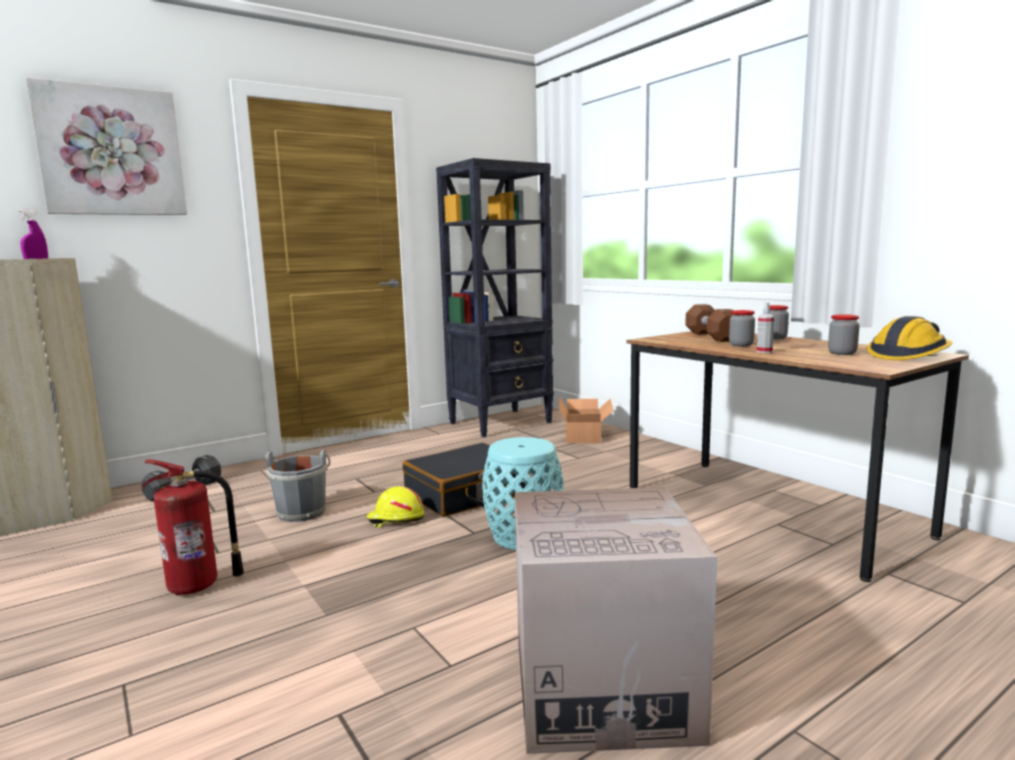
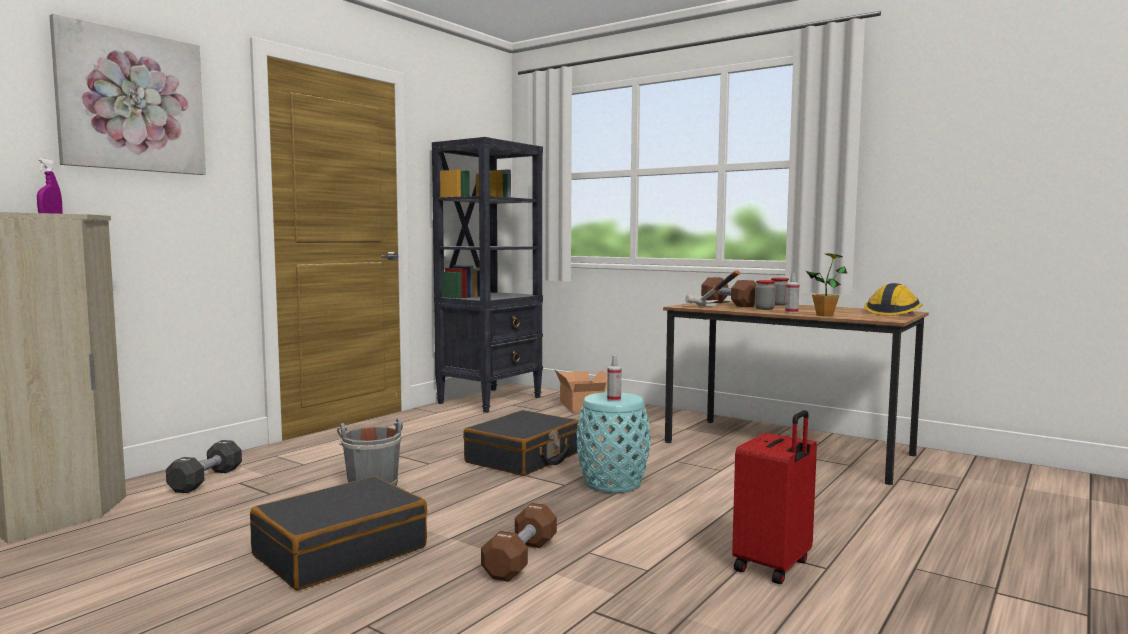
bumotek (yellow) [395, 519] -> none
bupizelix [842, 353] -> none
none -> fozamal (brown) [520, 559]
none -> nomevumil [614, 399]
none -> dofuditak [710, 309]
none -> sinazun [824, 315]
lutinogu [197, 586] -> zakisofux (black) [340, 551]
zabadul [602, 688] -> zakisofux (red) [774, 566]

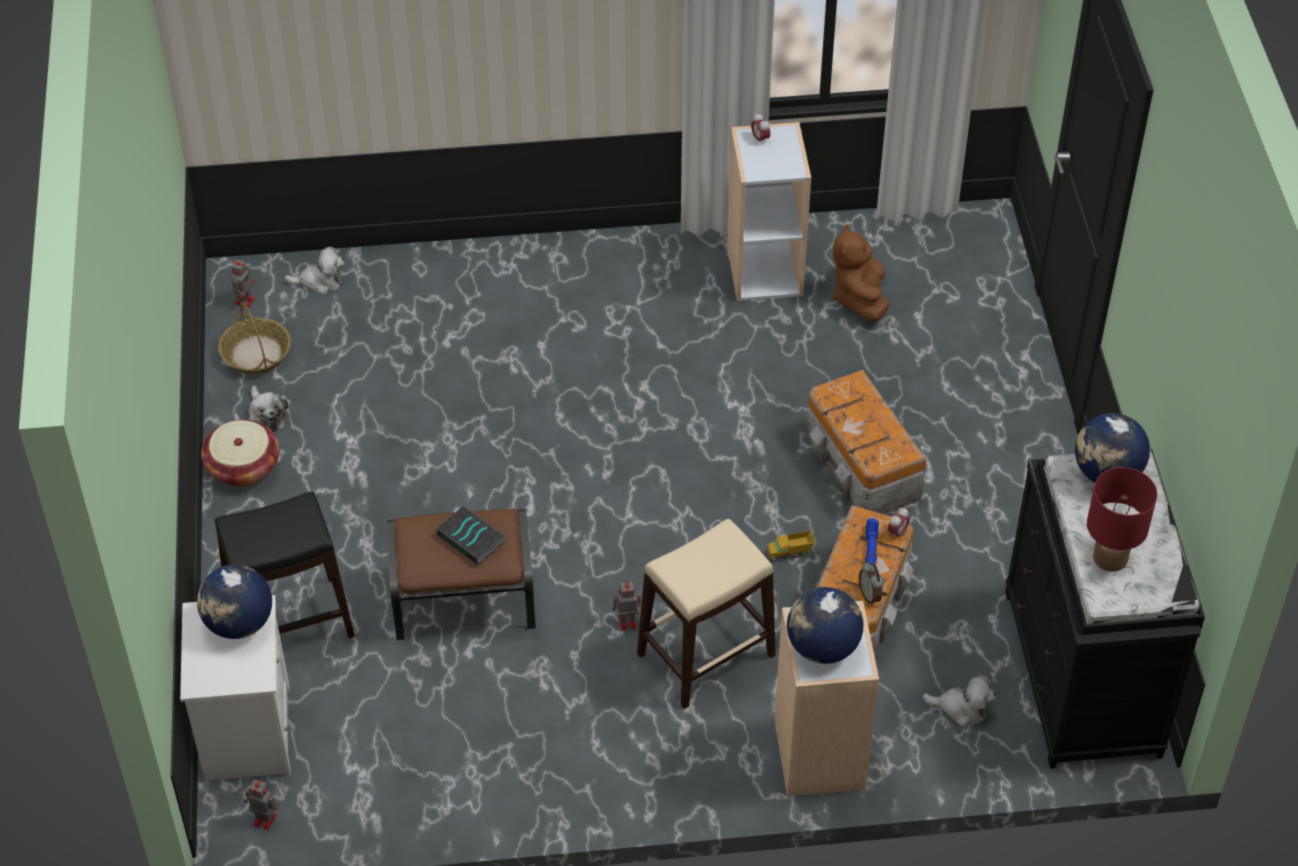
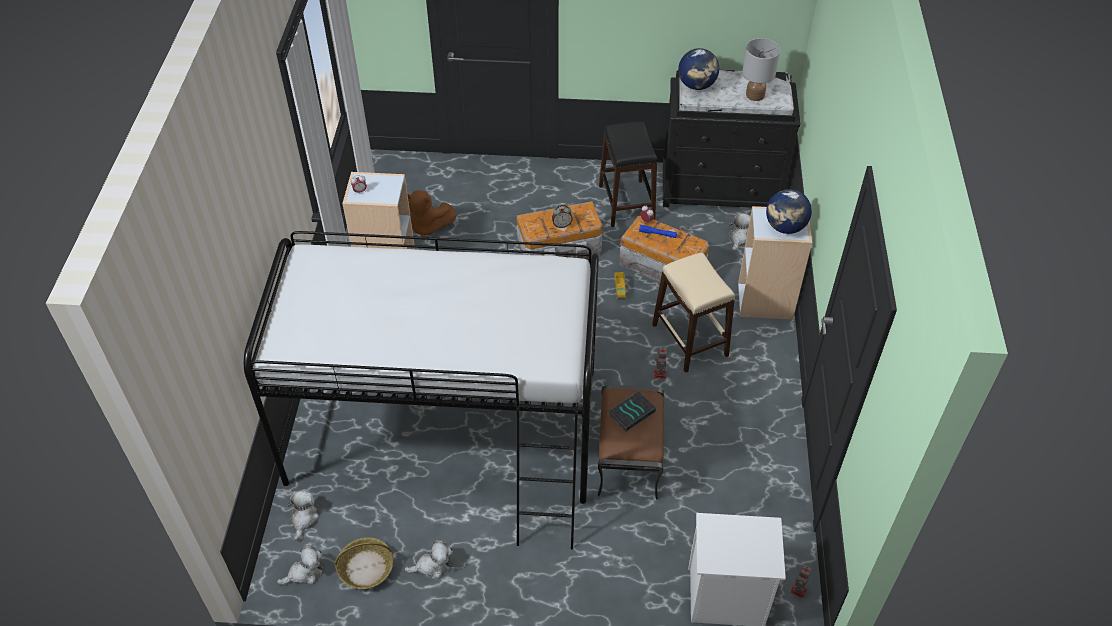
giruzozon [239, 624] -> none
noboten [243, 467] -> none
none -> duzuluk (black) [447, 430]
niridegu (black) [291, 622] -> niridegu (black) [627, 203], relocated
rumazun [870, 595] -> rumazun [562, 225], relocated
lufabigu [245, 300] -> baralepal [305, 572]
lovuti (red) [1109, 558] -> lovuti (grey) [755, 95]

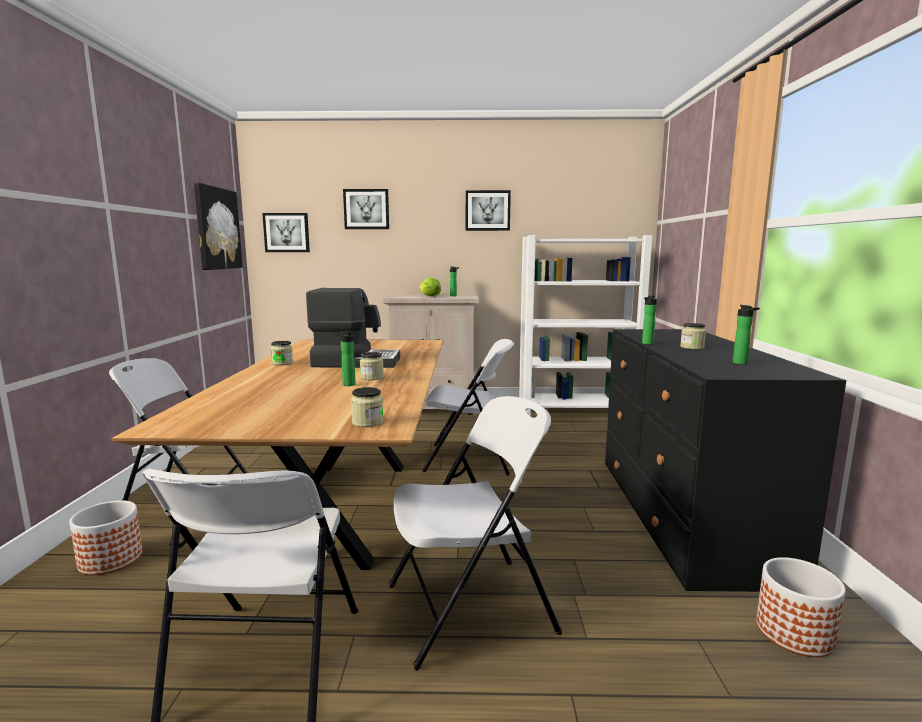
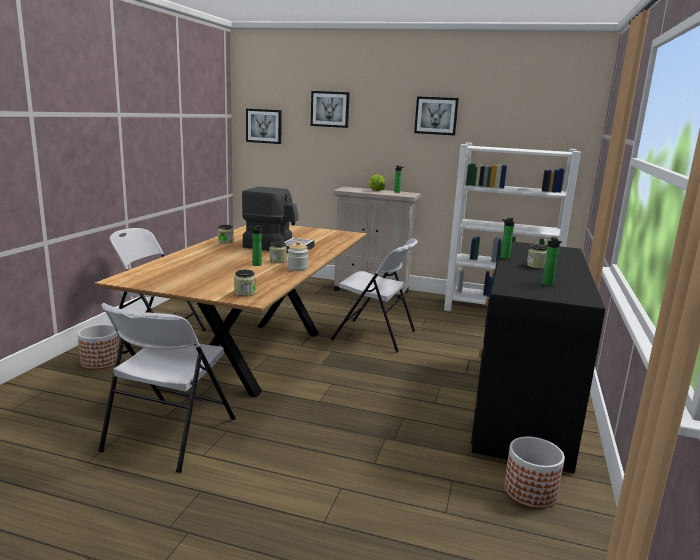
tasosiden [217, 228] -> none
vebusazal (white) [469, 608] -> none
none -> bupizelix [297, 268]

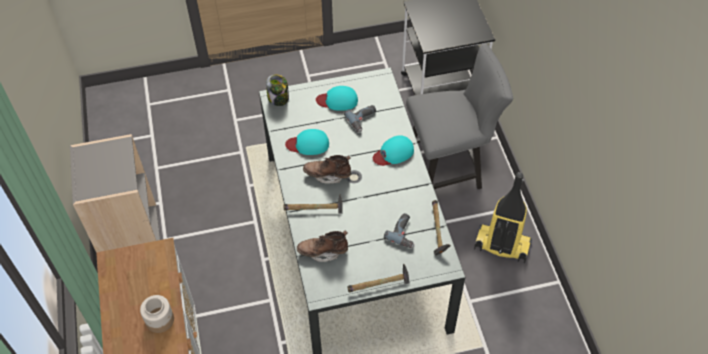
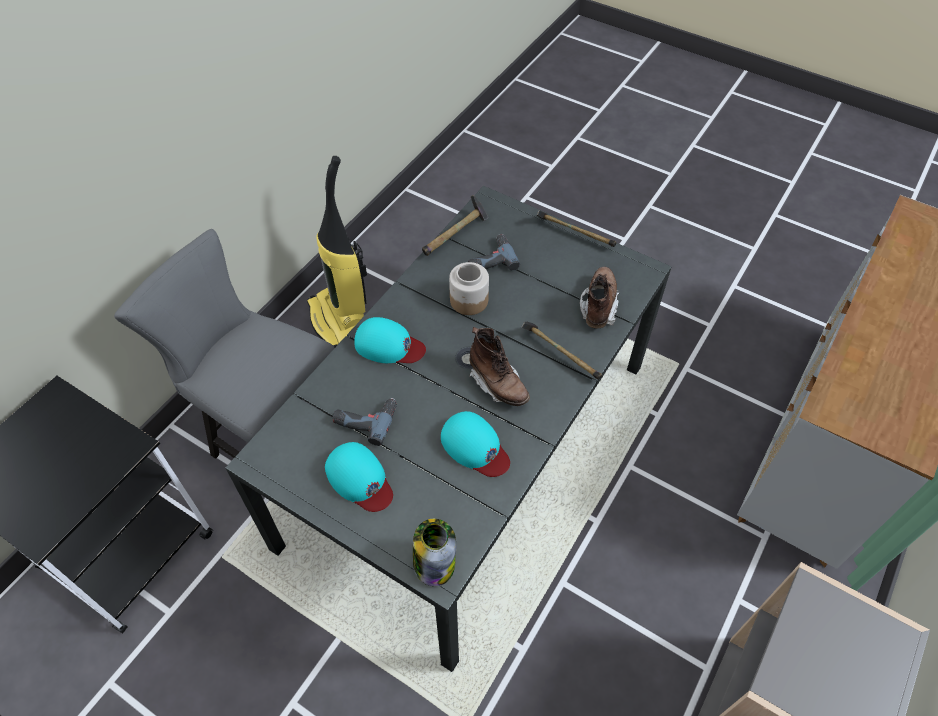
bupizelix [160, 320] -> bupizelix [468, 300], relocated
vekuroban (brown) [323, 252] -> vekuroban (brown) [598, 306], 120 degrees counterclockwise

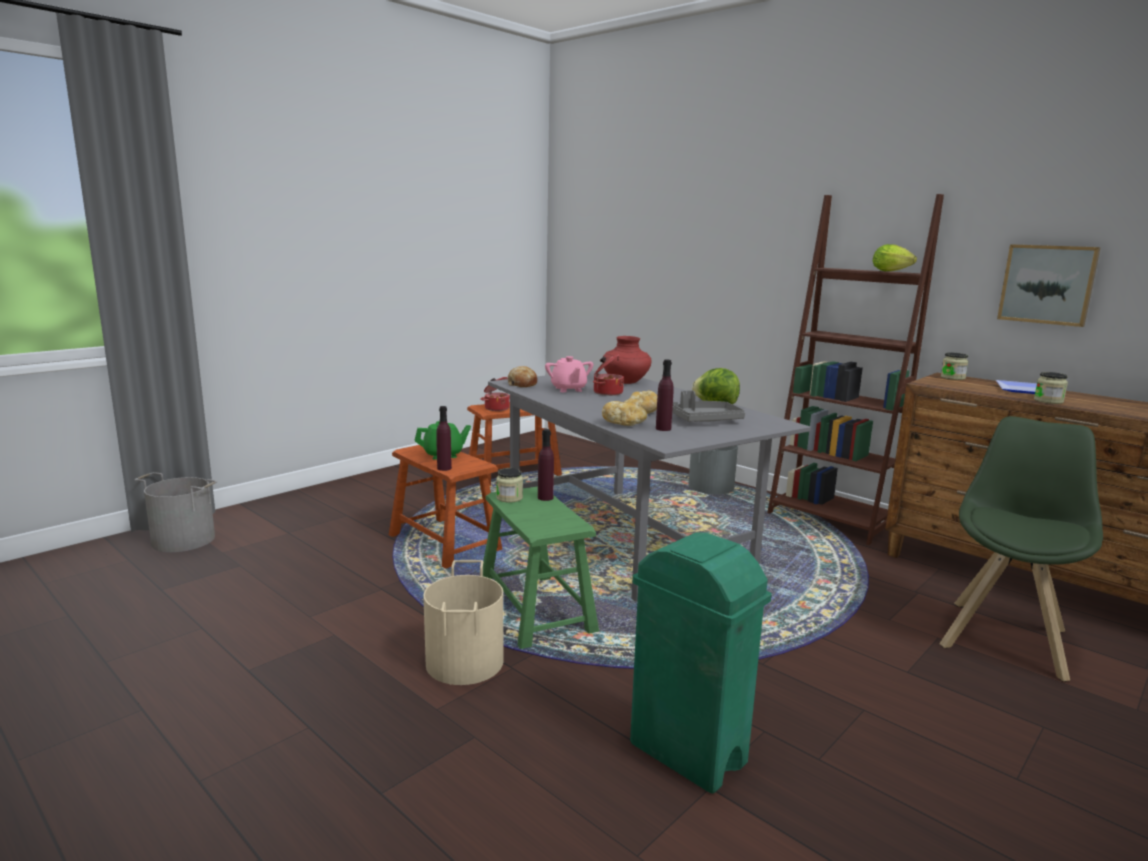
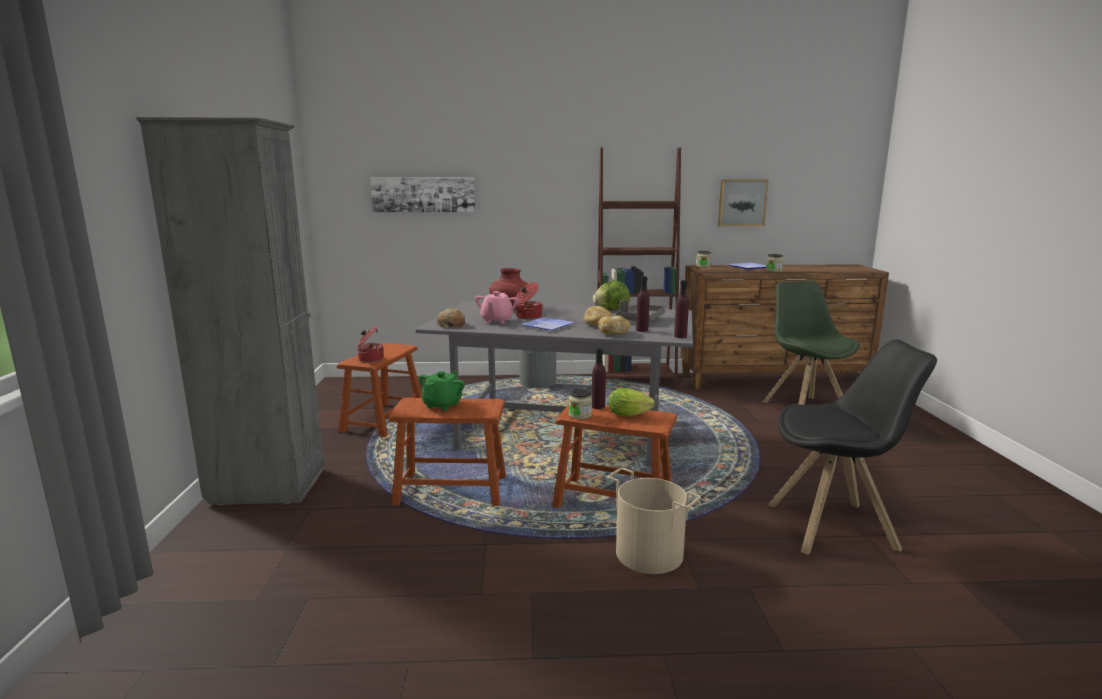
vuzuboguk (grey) [184, 539] -> none
none -> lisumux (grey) [268, 485]
none -> tasosiden [423, 194]
none -> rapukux [548, 326]
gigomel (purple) [444, 468] -> gigomel (purple) [680, 336], relocated
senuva [893, 271] -> senuva [631, 415], relocated
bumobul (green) [688, 754] -> vebusazal (black) [832, 527]
niridegu (green) [535, 610] -> niridegu (brown) [613, 501]
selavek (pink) [568, 389] -> selavek (pink) [496, 321], 75 degrees clockwise

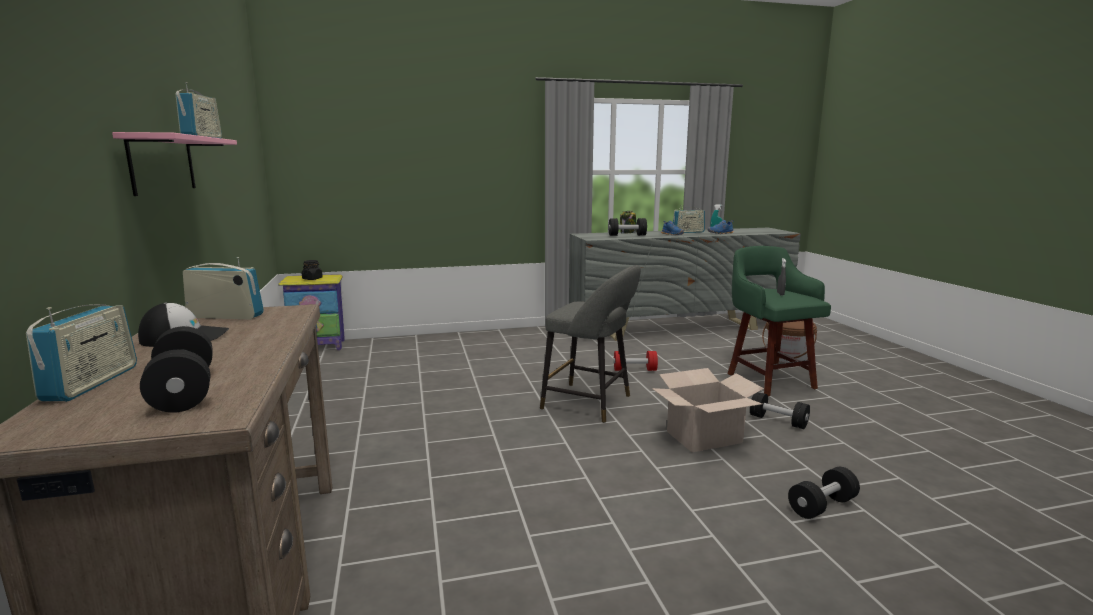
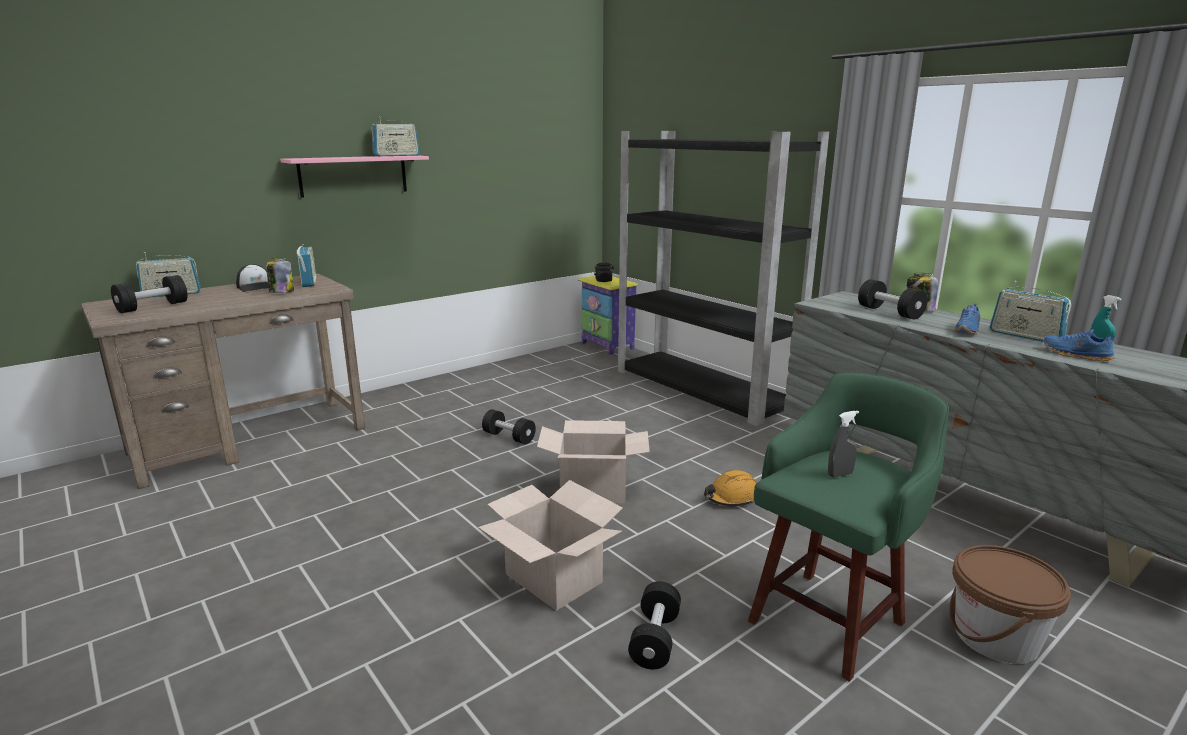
none -> bupizelix [281, 292]
none -> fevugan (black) [702, 389]
fozamal (black) [822, 506] -> fozamal (black) [509, 437], relocated
niridegu (grey) [591, 403] -> zabadul [593, 490]
fozamal (red) [635, 370] -> bumotek (orange) [731, 498]

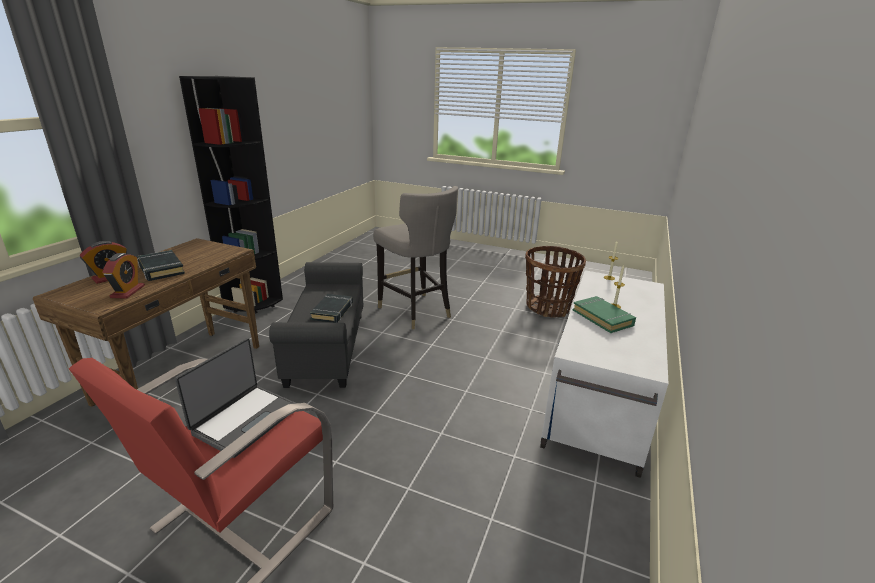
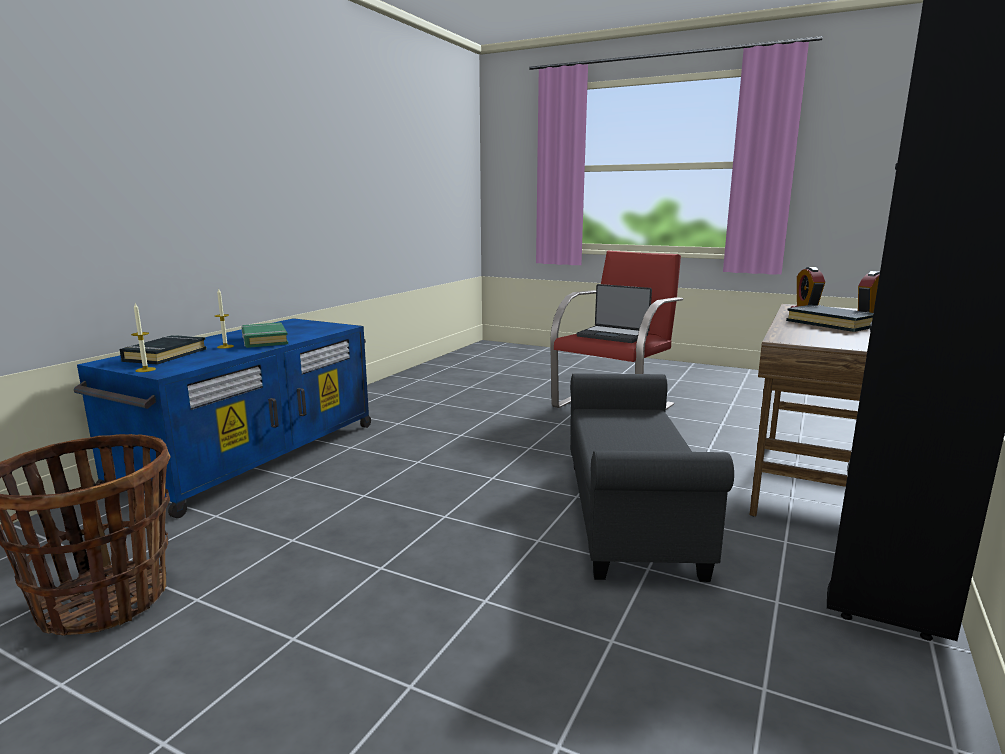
niridegu (grey) [416, 311] -> none
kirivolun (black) [332, 311] -> kirivolun (black) [165, 355], relocated
lisumux (white) [599, 396] -> lisumux (blue) [254, 455]
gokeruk [245, 419] -> gokeruk [613, 335], 90 degrees counterclockwise

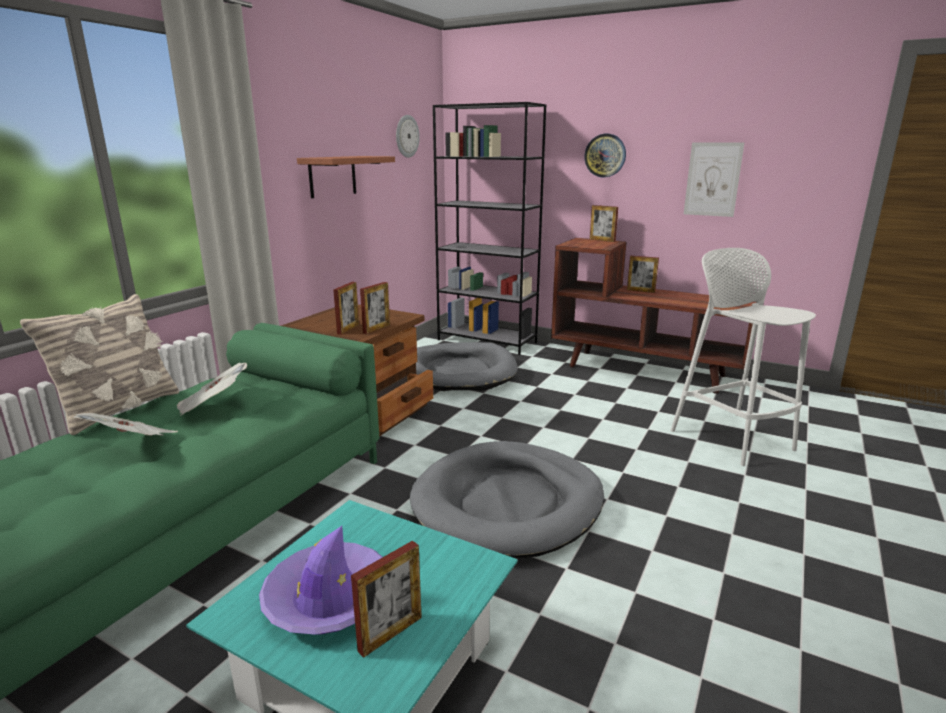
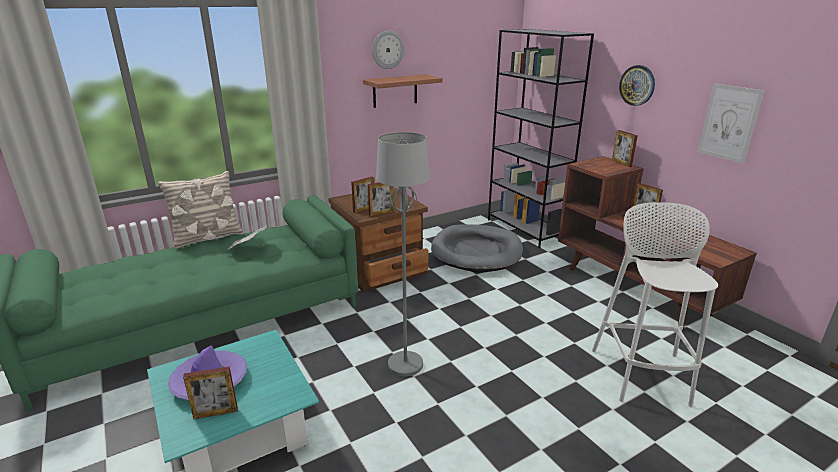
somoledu [132, 444] -> none
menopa [406, 136] -> menopa [387, 50], relocated
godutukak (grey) [508, 503] -> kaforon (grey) [406, 364]

